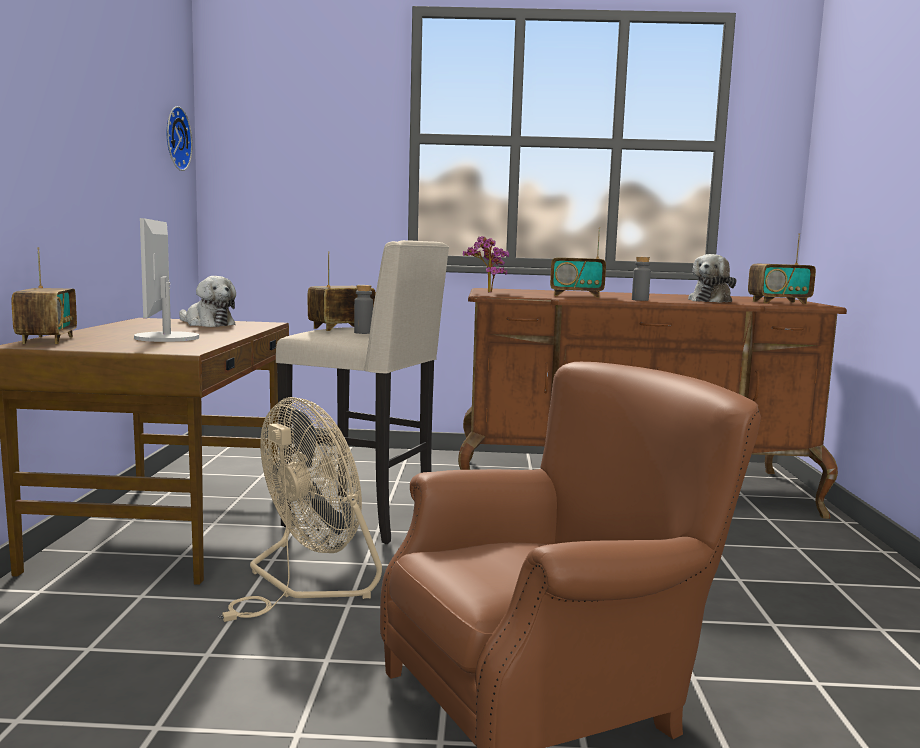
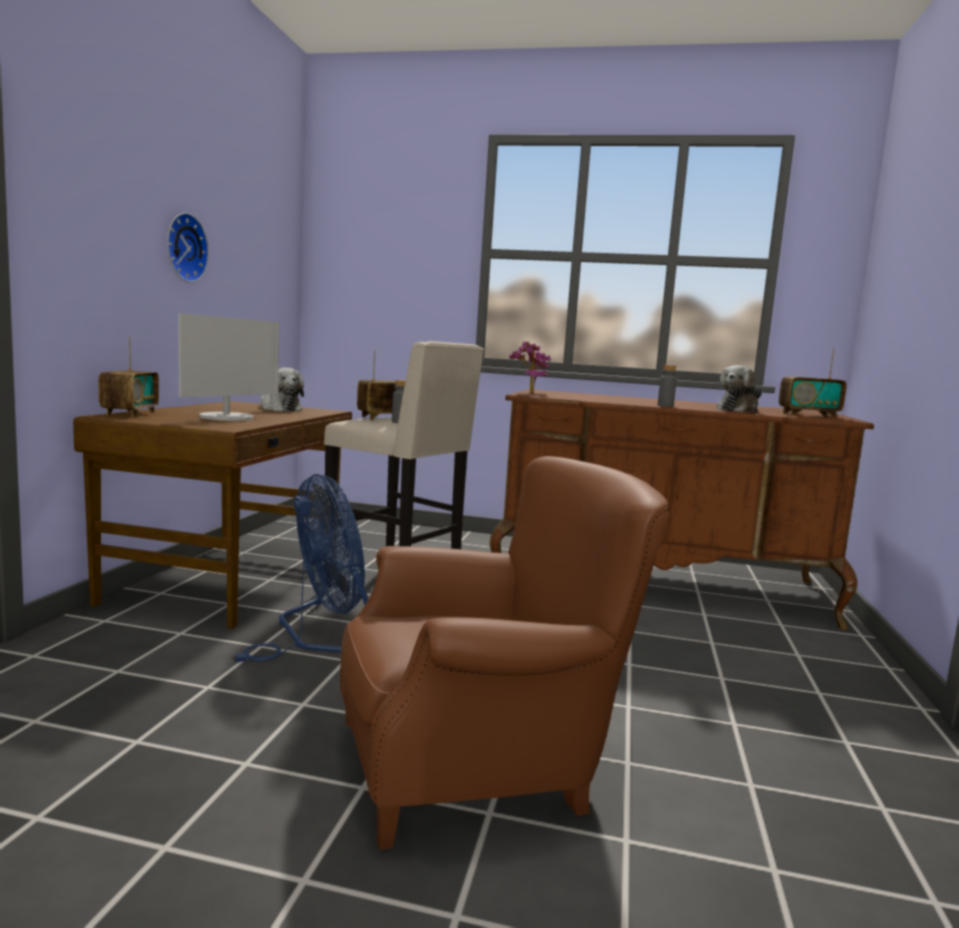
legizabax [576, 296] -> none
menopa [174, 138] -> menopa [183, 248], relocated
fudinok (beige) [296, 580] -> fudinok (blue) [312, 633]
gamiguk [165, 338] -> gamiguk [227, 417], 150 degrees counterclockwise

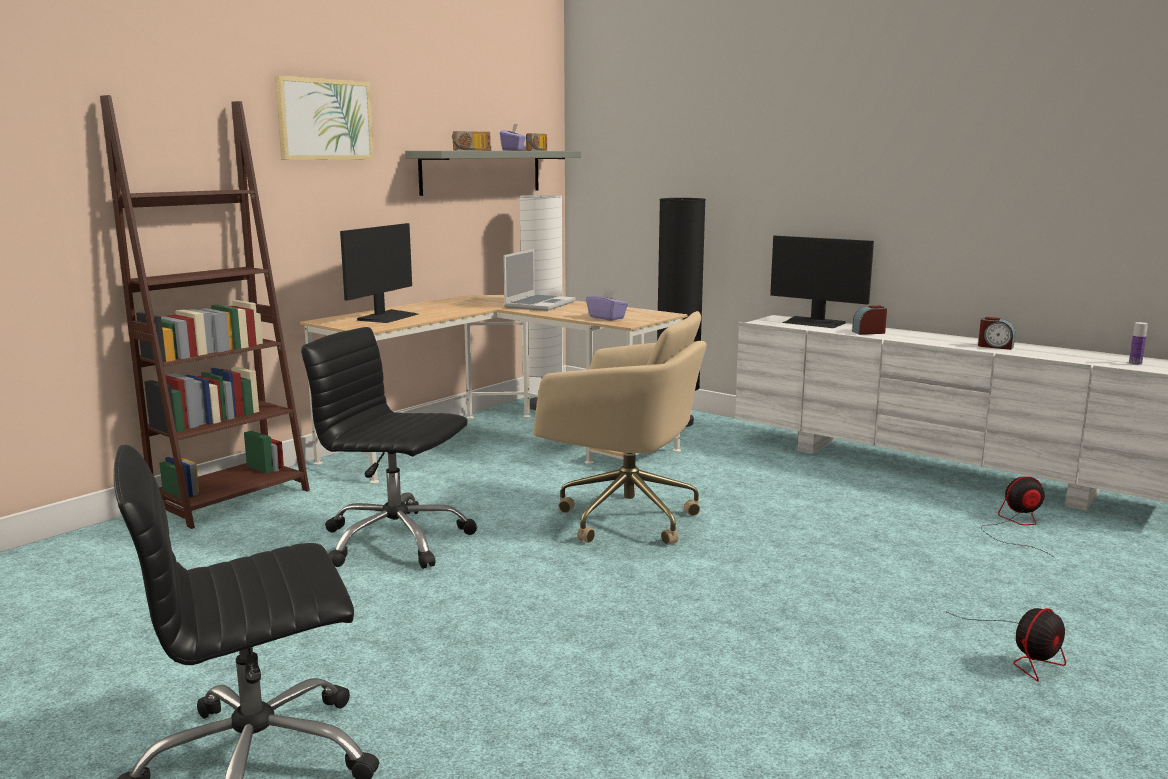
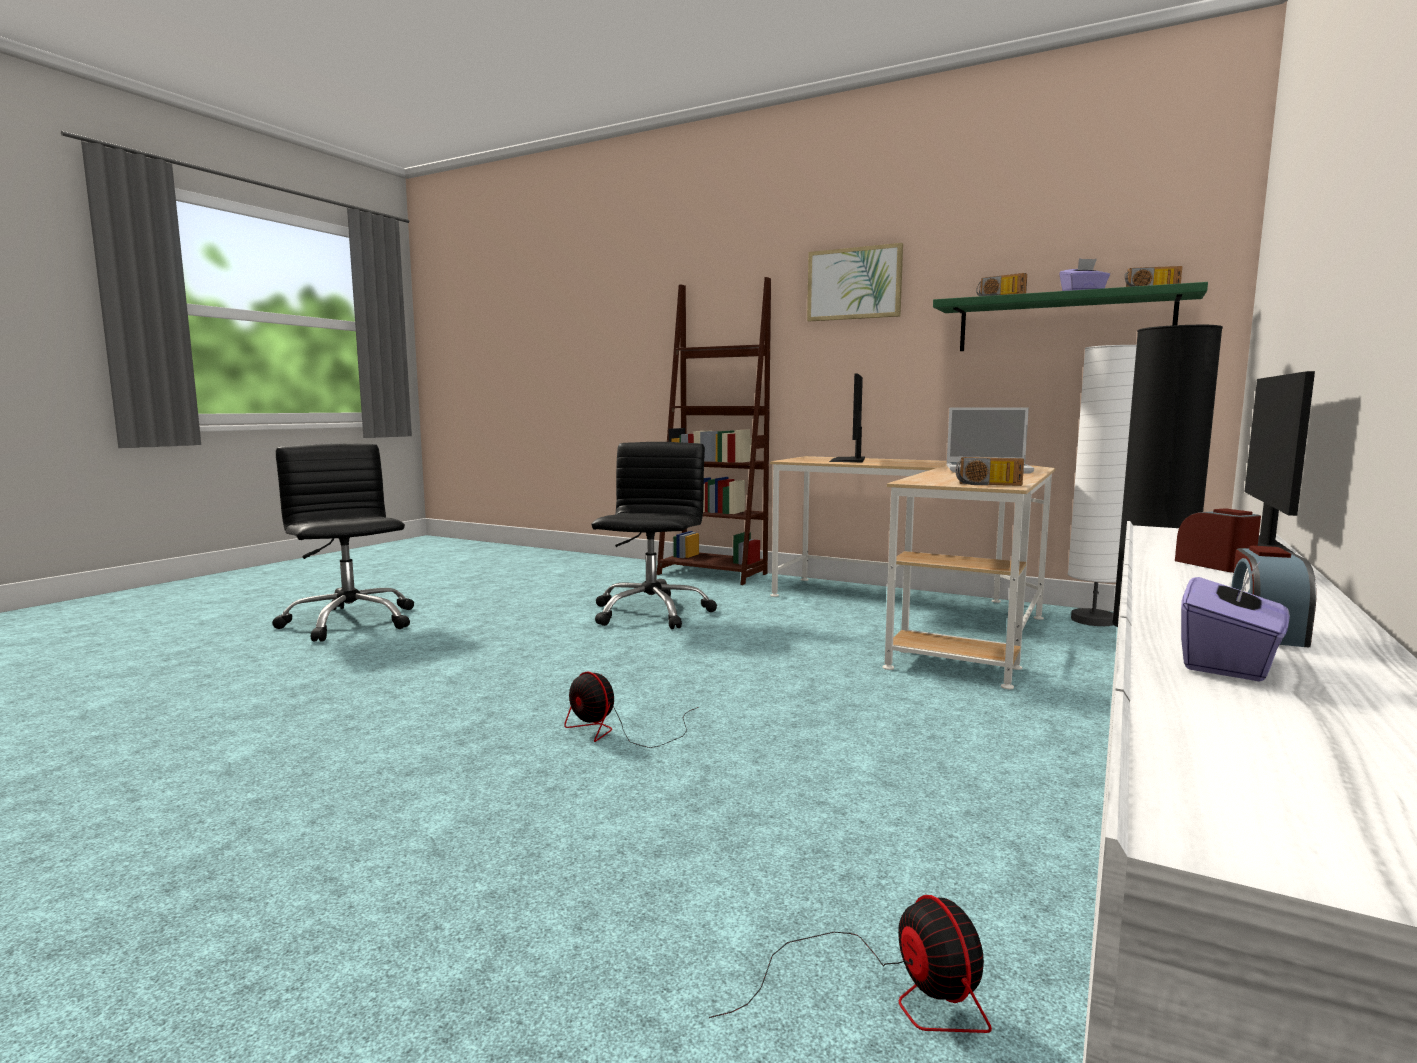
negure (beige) [621, 519] -> none
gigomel [1135, 364] -> none
none -> legizabax [988, 485]
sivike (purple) [607, 318] -> sivike (purple) [1229, 663], relocated
fudinok [1026, 653] -> fudinok [619, 731], relocated
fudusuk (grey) [481, 172] -> fudusuk (green) [1063, 323]
gamiguk [387, 317] -> gamiguk [849, 460], 90 degrees clockwise

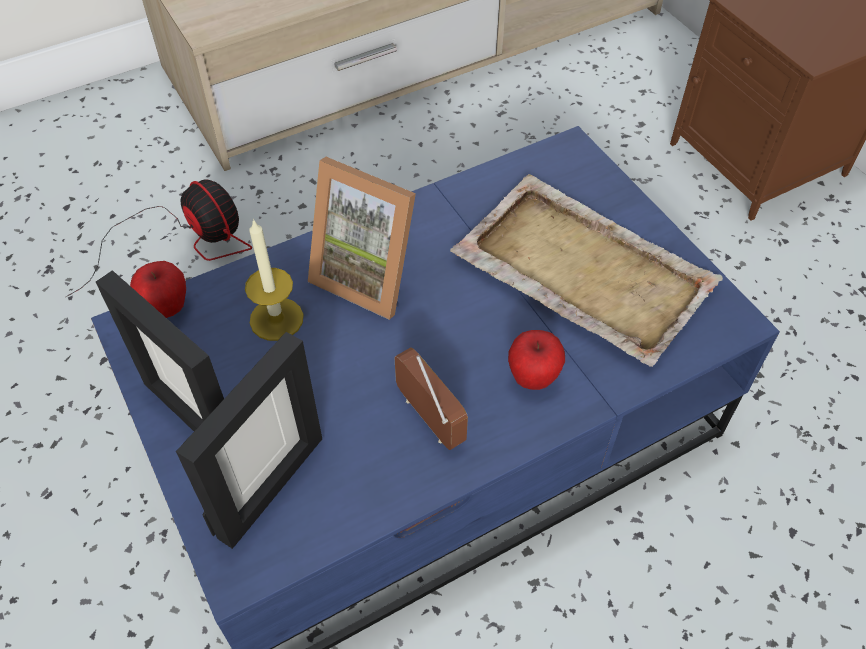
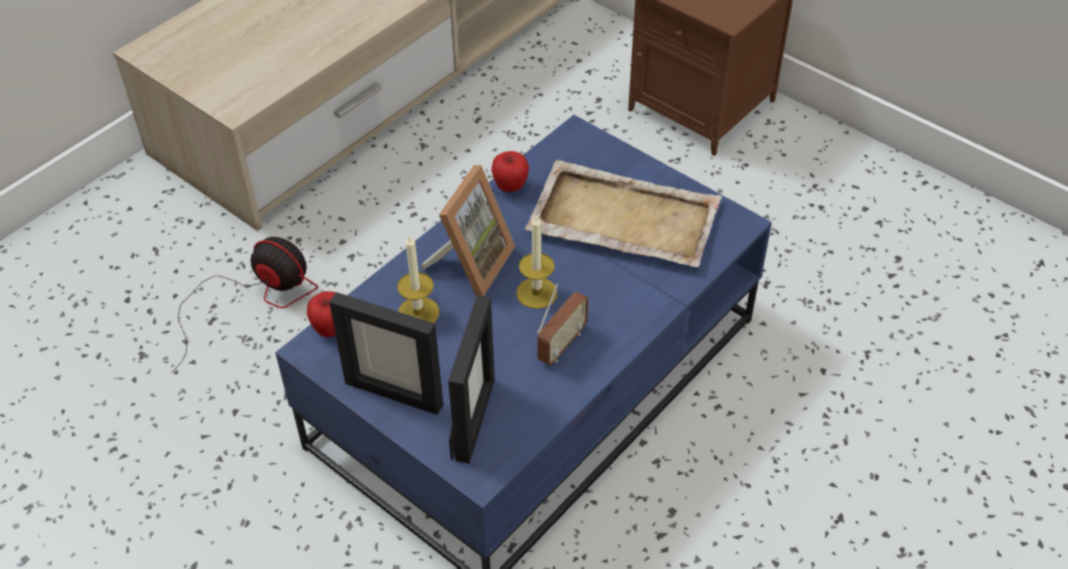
none -> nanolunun [536, 293]
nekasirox [532, 378] -> nekasirox [510, 187], relocated
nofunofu [369, 275] -> nofunofu [471, 263], 75 degrees counterclockwise
legizabax [429, 418] -> legizabax [562, 345], 90 degrees clockwise

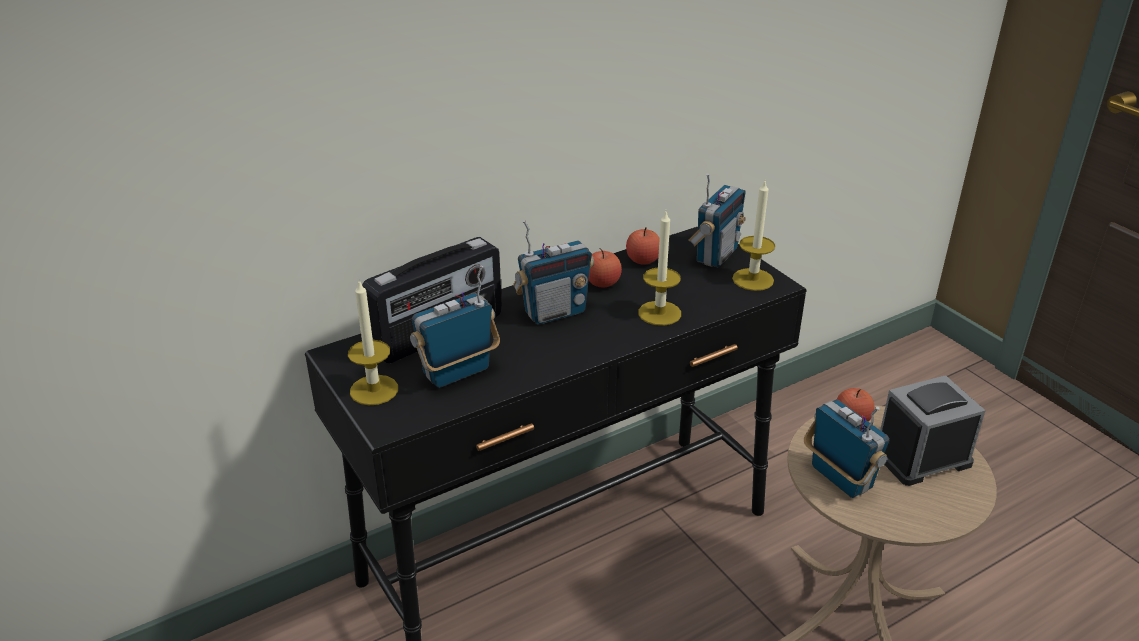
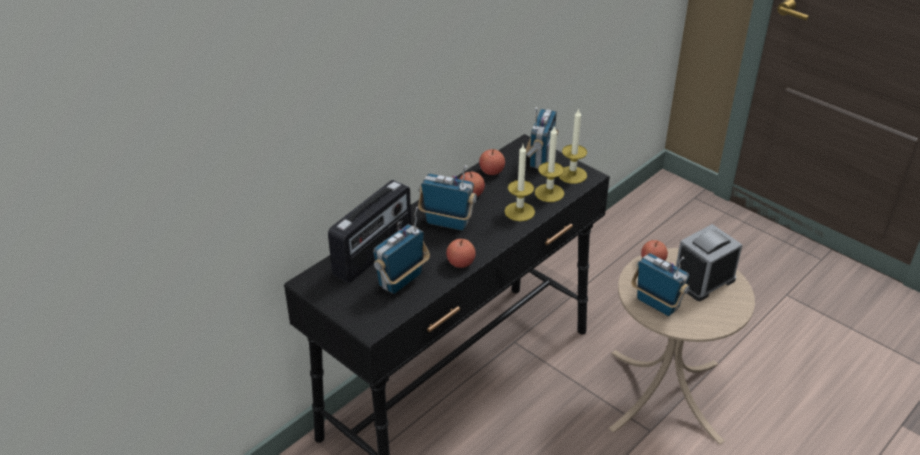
none -> nekasirox [460, 263]
nanolunun [374, 390] -> nanolunun [549, 193], relocated
legizabax [554, 312] -> legizabax [447, 223], 120 degrees counterclockwise

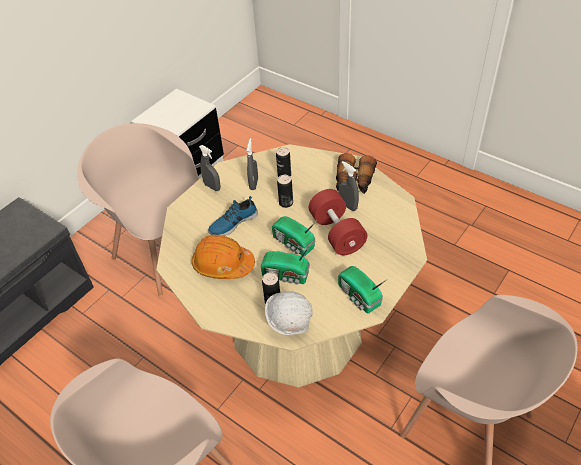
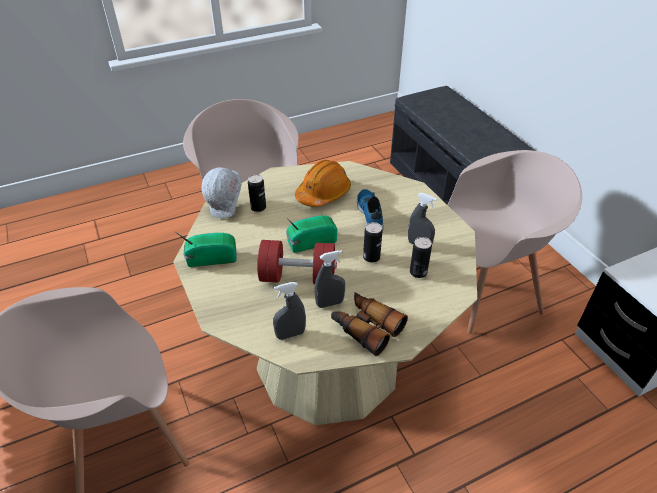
legizabax [286, 276] -> none
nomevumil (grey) [212, 187] -> nomevumil (grey) [290, 334], relocated

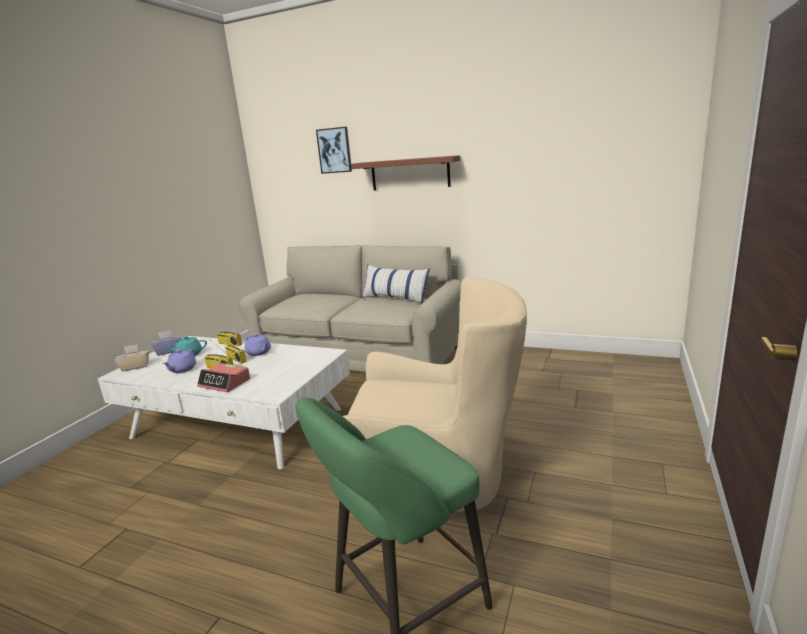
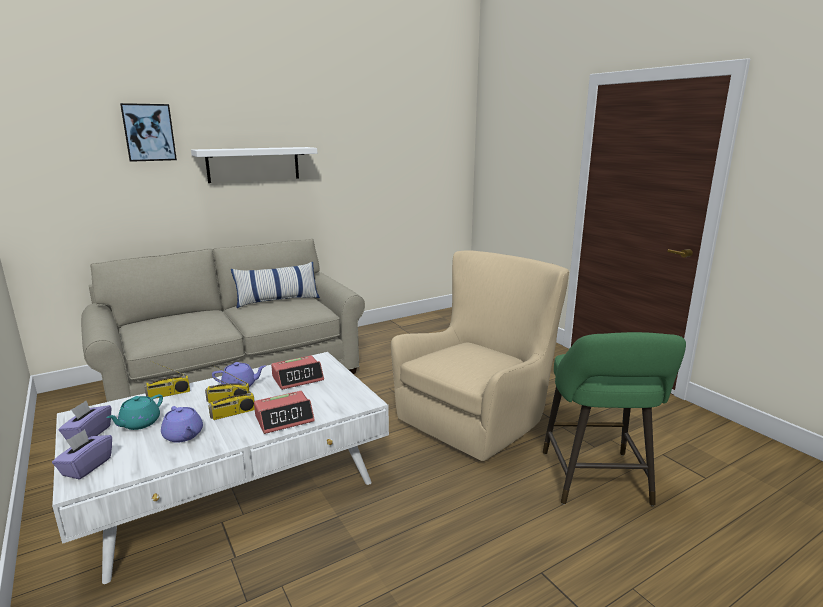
none -> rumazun [298, 378]
sivike (beige) [135, 367] -> sivike (purple) [86, 467]
fudusuk (brown) [410, 173] -> fudusuk (white) [253, 164]

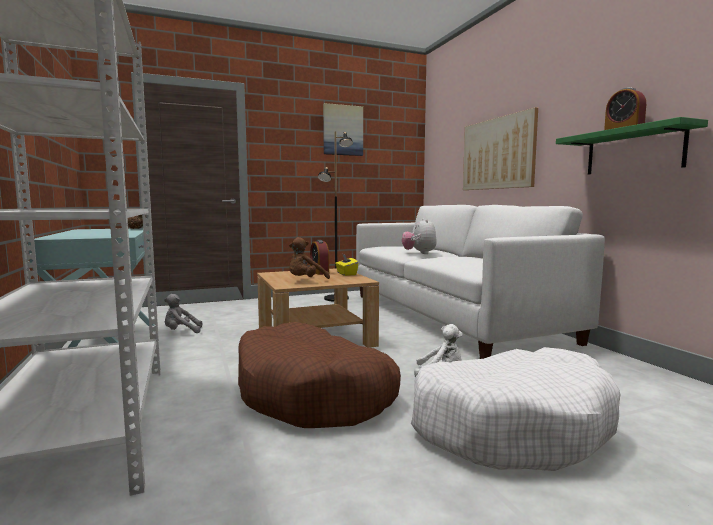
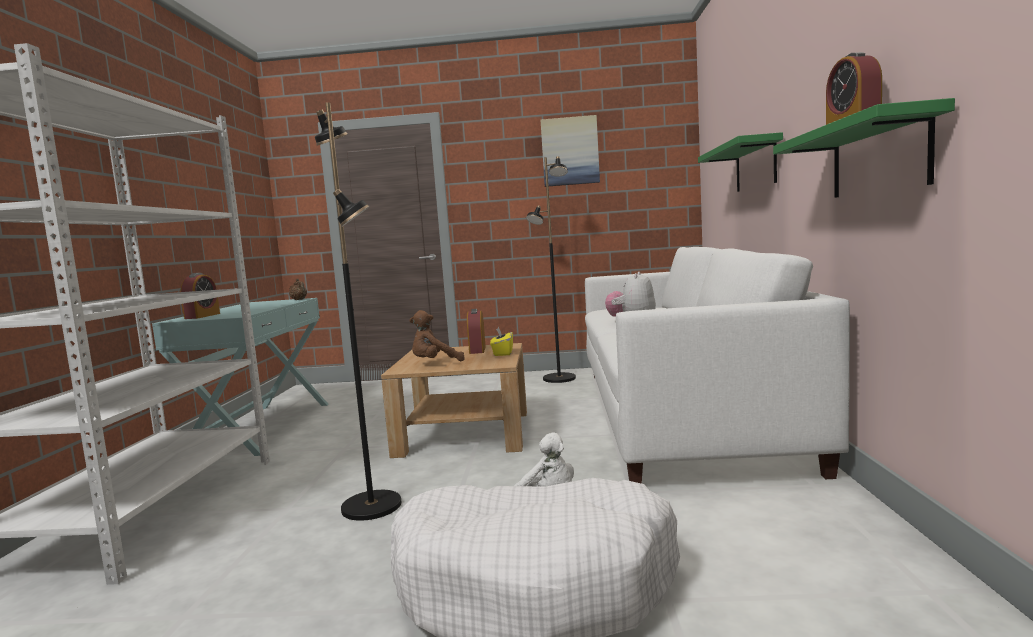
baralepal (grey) [181, 332] -> none
none -> rumazun [202, 316]
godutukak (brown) [314, 394] -> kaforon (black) [373, 506]
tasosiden [497, 153] -> fudusuk (green) [755, 166]

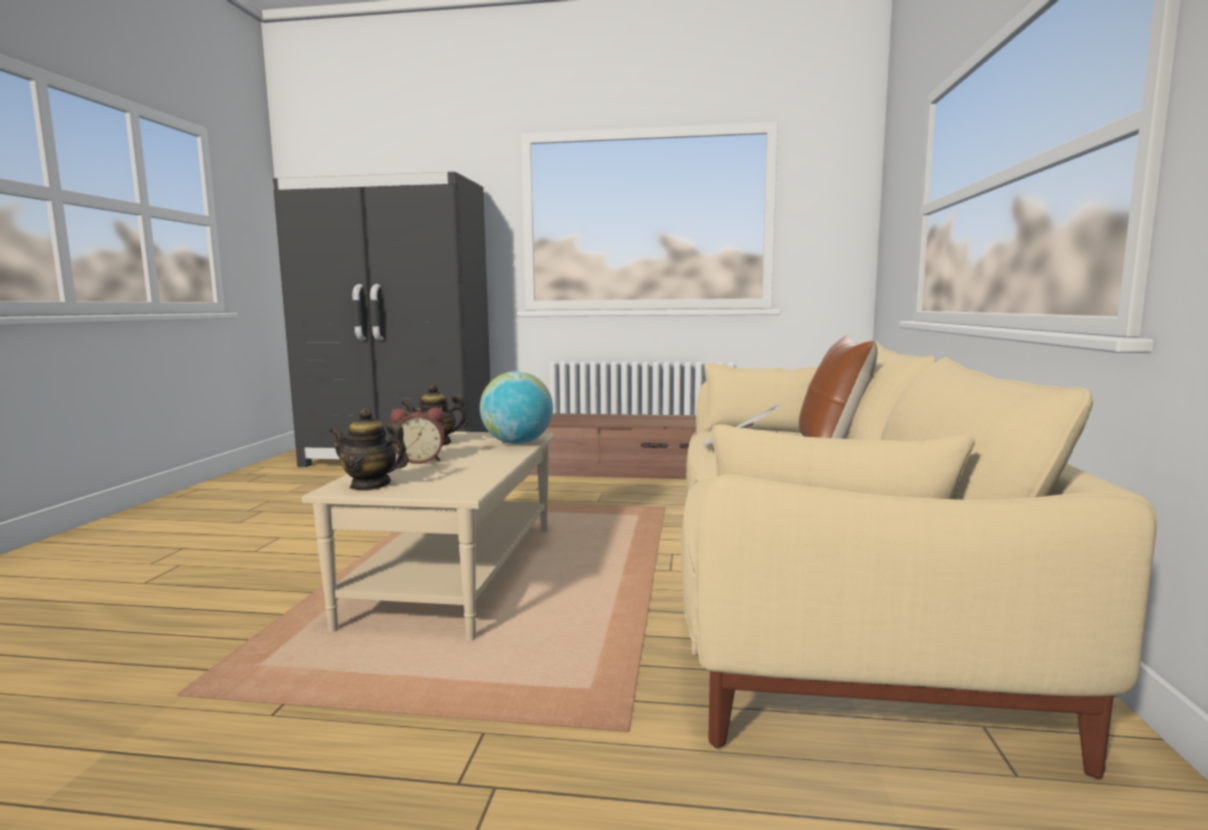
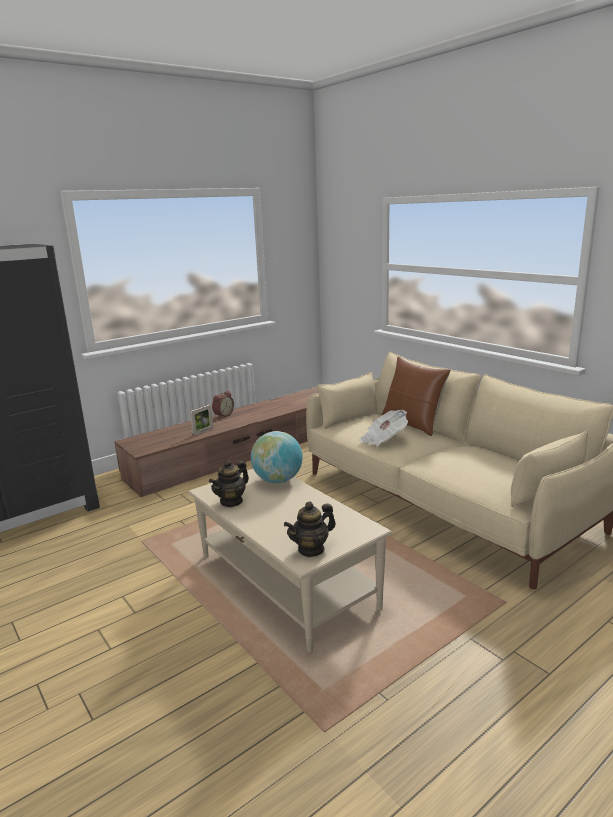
none -> nofunofu [203, 431]
rumazun [420, 460] -> rumazun [223, 415], relocated

